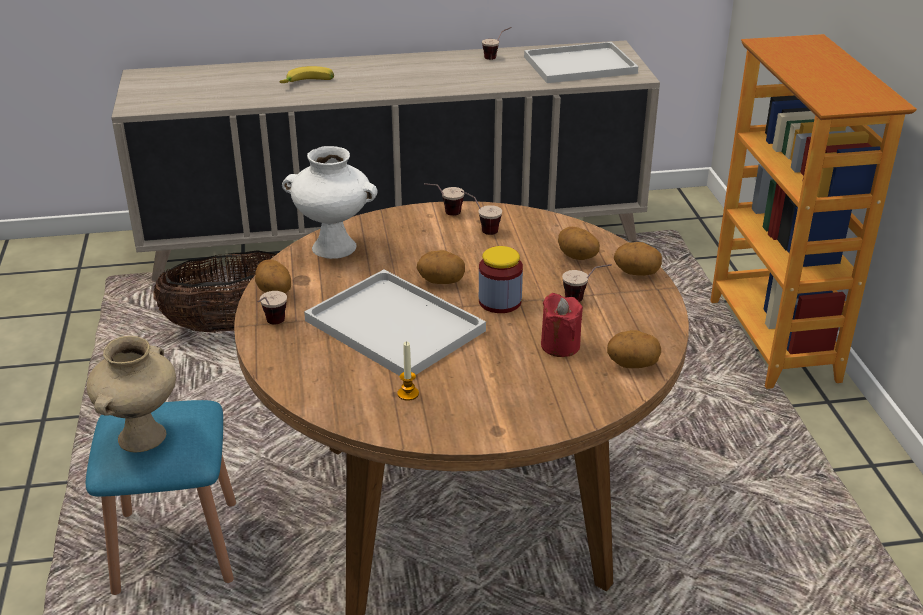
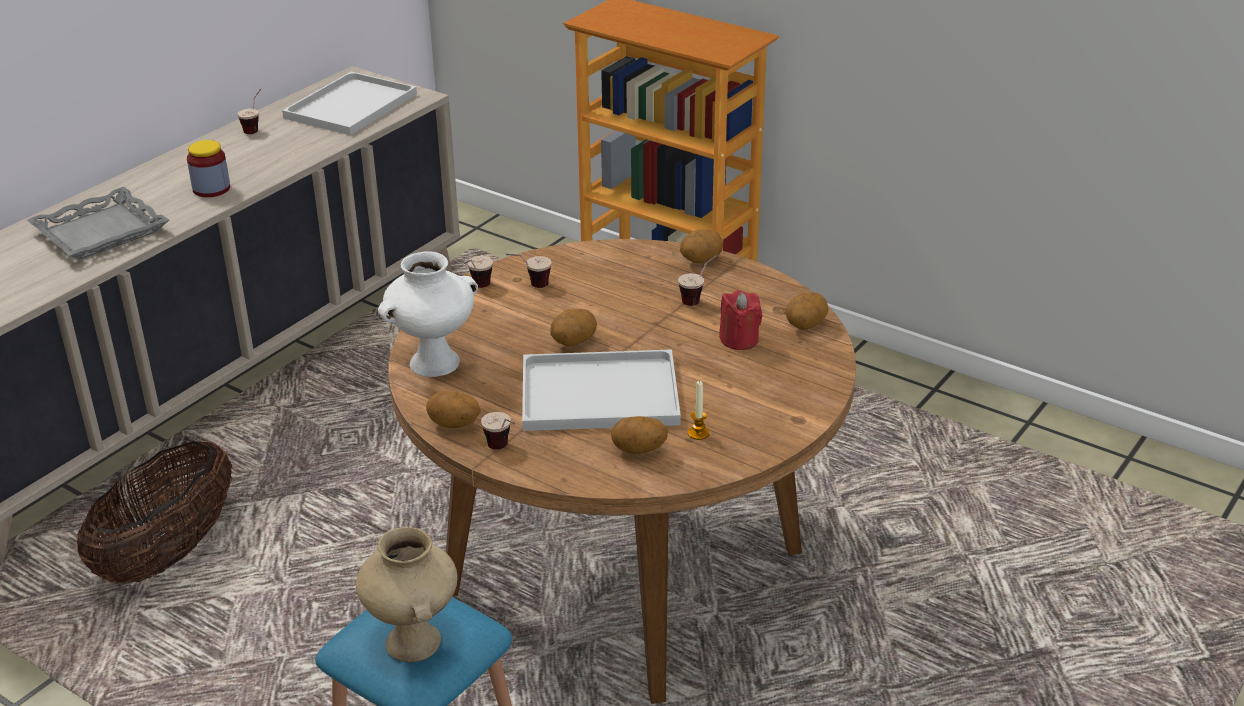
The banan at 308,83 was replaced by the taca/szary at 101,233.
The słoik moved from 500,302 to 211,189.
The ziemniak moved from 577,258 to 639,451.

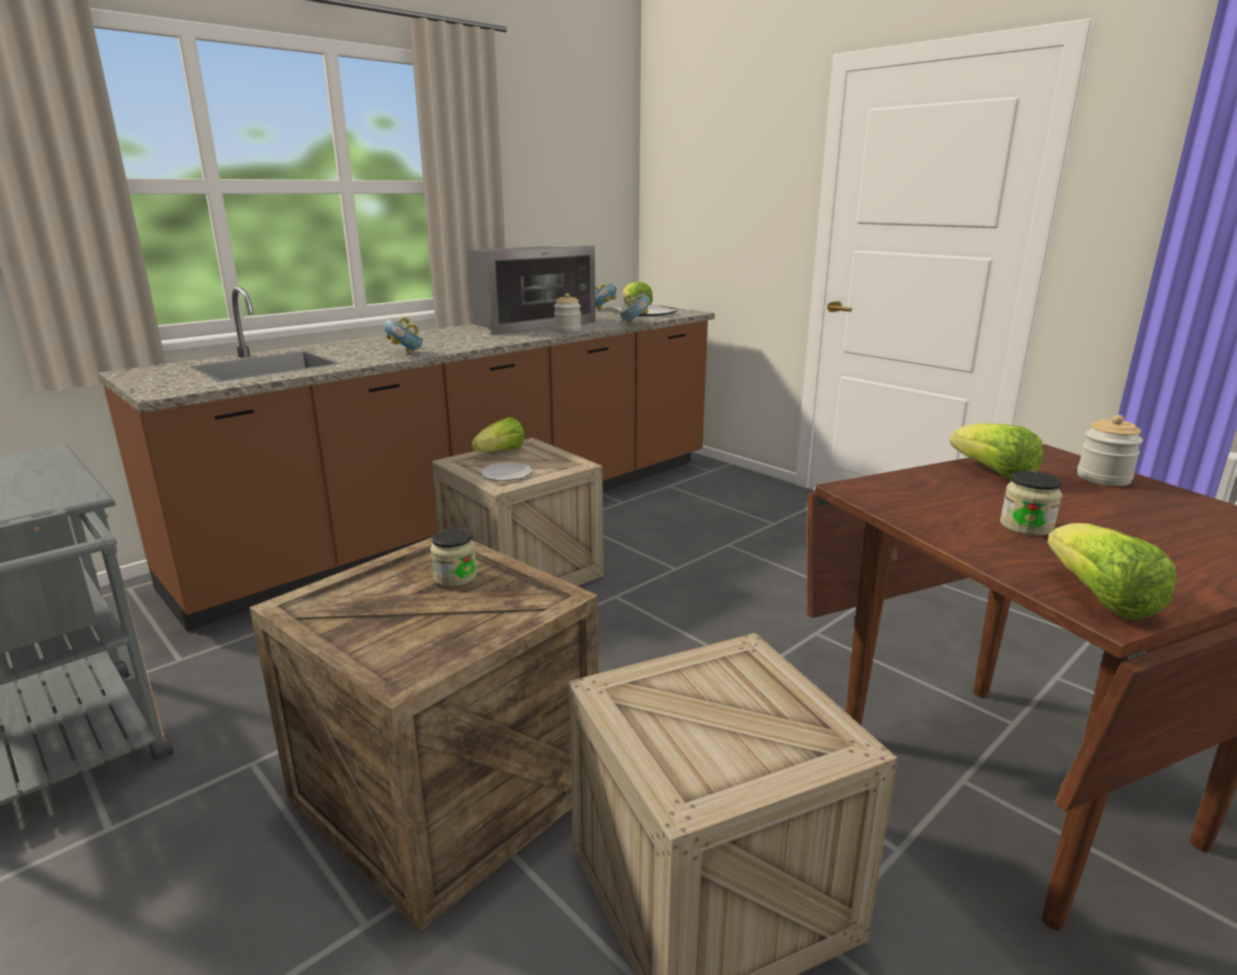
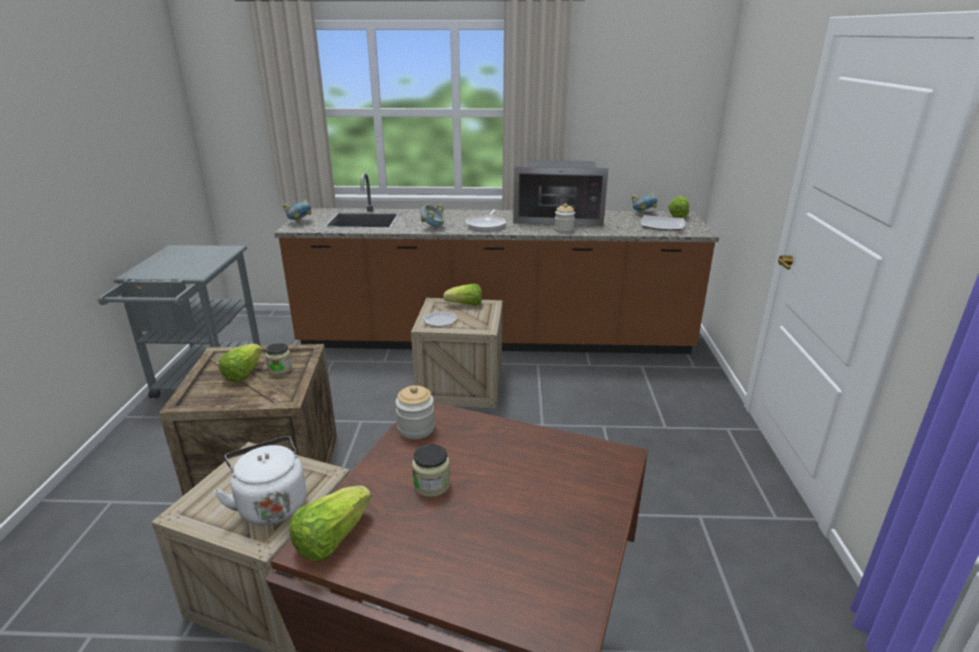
The czajnik/biały at 271,504 appeared.
The sałata moved from 993,473 to 243,373.
The miska moved from 634,323 to 300,222.
The słoik moved from 1103,478 to 416,429.
The patelnia at 486,225 appeared.

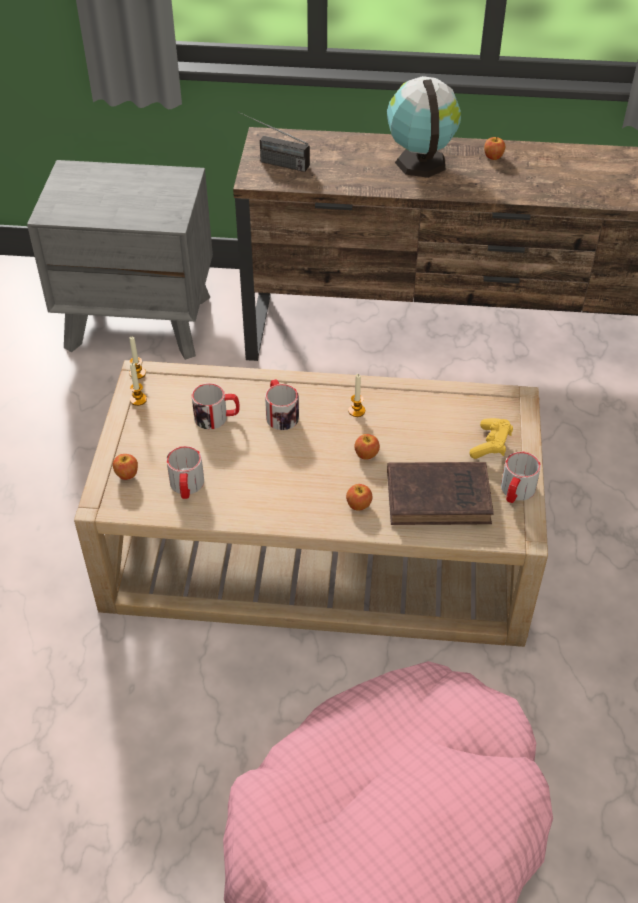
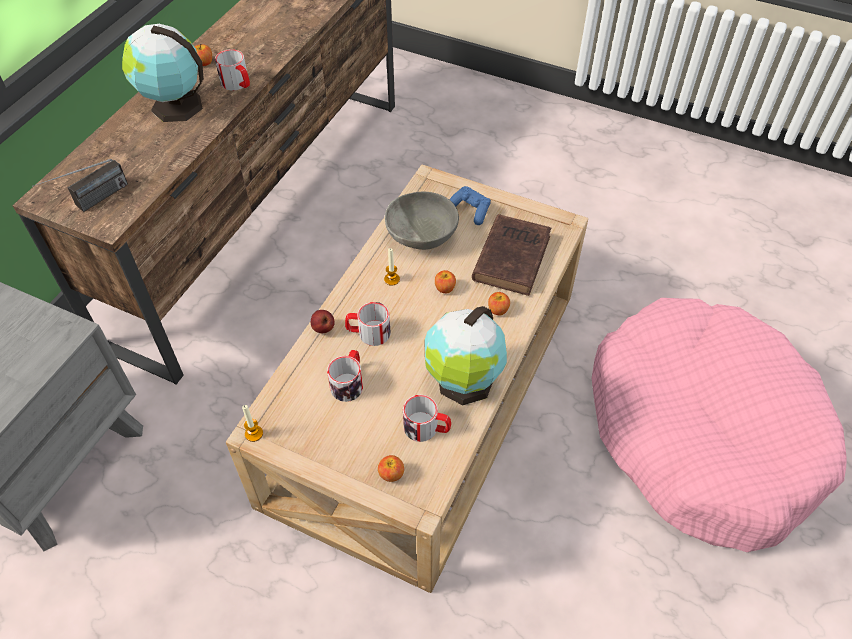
The kubek moved from 515,492 to 238,84.
The jabłko at 323,328 appeared.
The miska/szary at 422,235 appeared.
The globus at 463,383 appeared.
The pad do gier/żółty at 491,445 became the pad do gier/niebieski at 470,210.
The świeca at 138,399 disappeared.

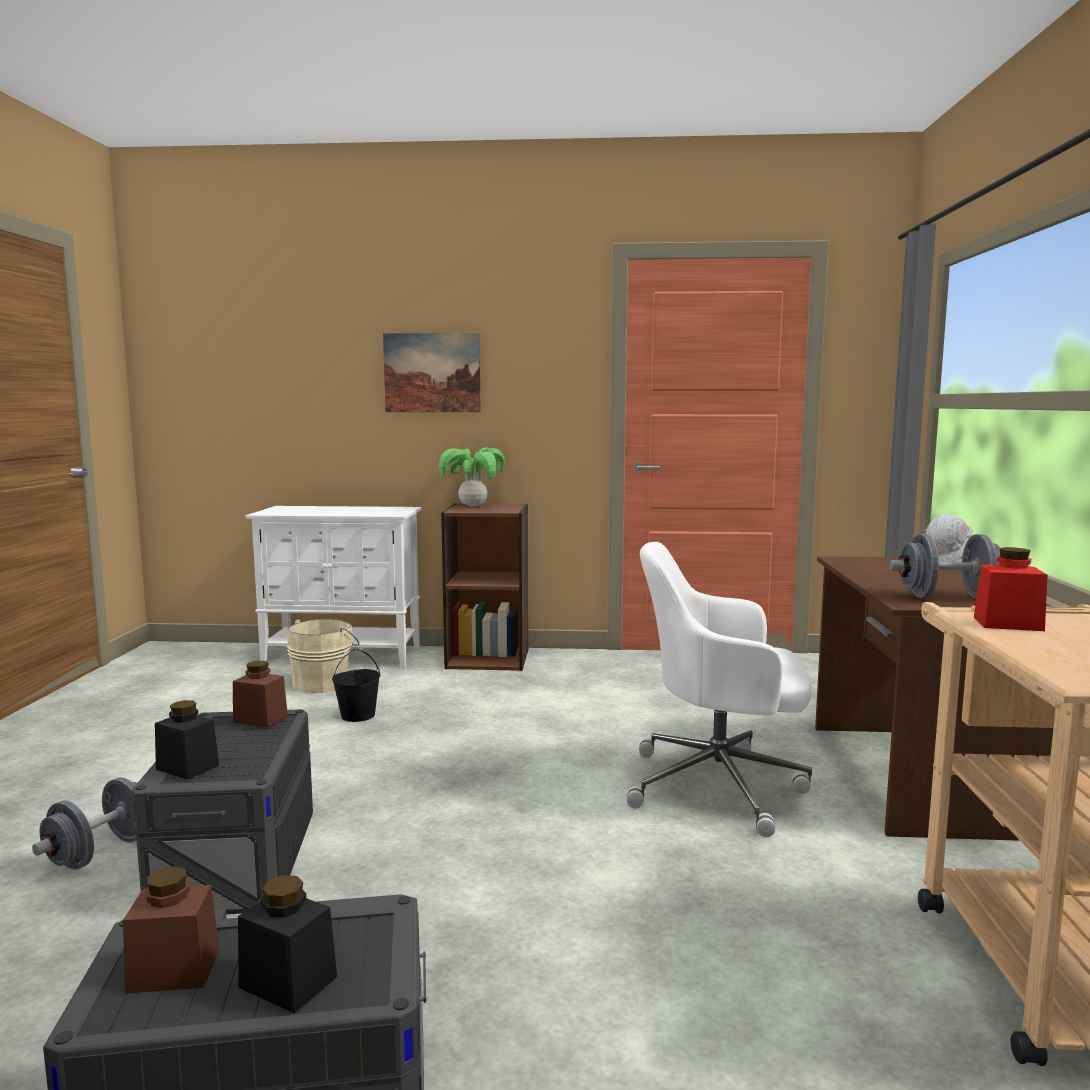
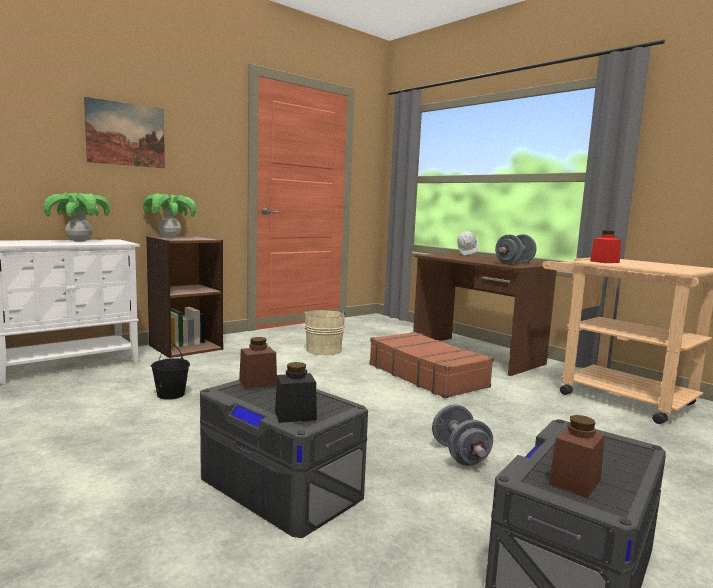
The roślina doniczkowa at 79,241 appeared.
The wiadro/beżowy moved from 324,683 to 323,350.
The krzesło biurowe/biały at 720,786 was replaced by the walizka/brązowy at 427,375.
The hantel/szary moved from 101,853 to 460,455.
The słoik/czarny at 288,982 disappeared.

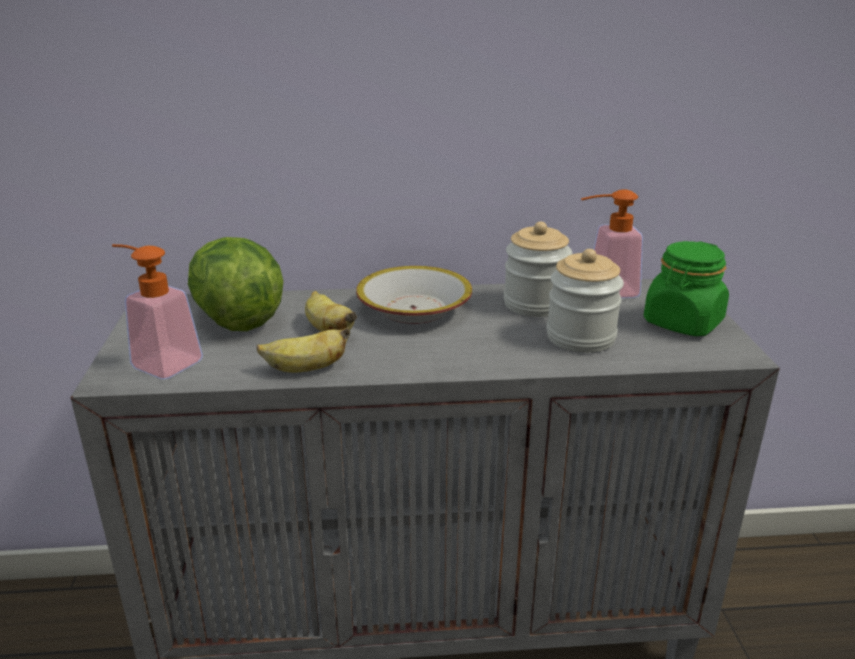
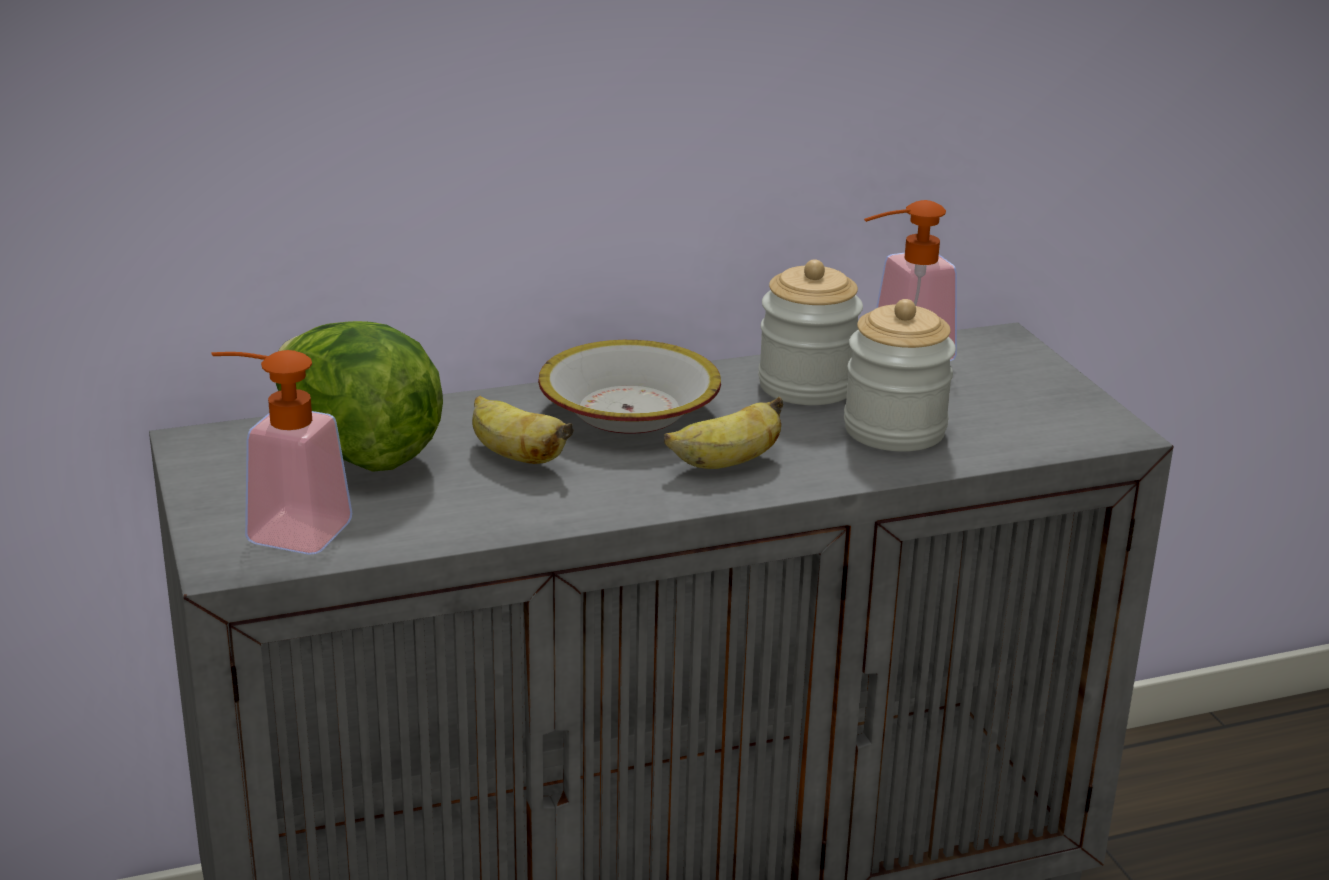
The banan moved from 305,369 to 726,463.
The słoik/zielony at 683,323 disappeared.

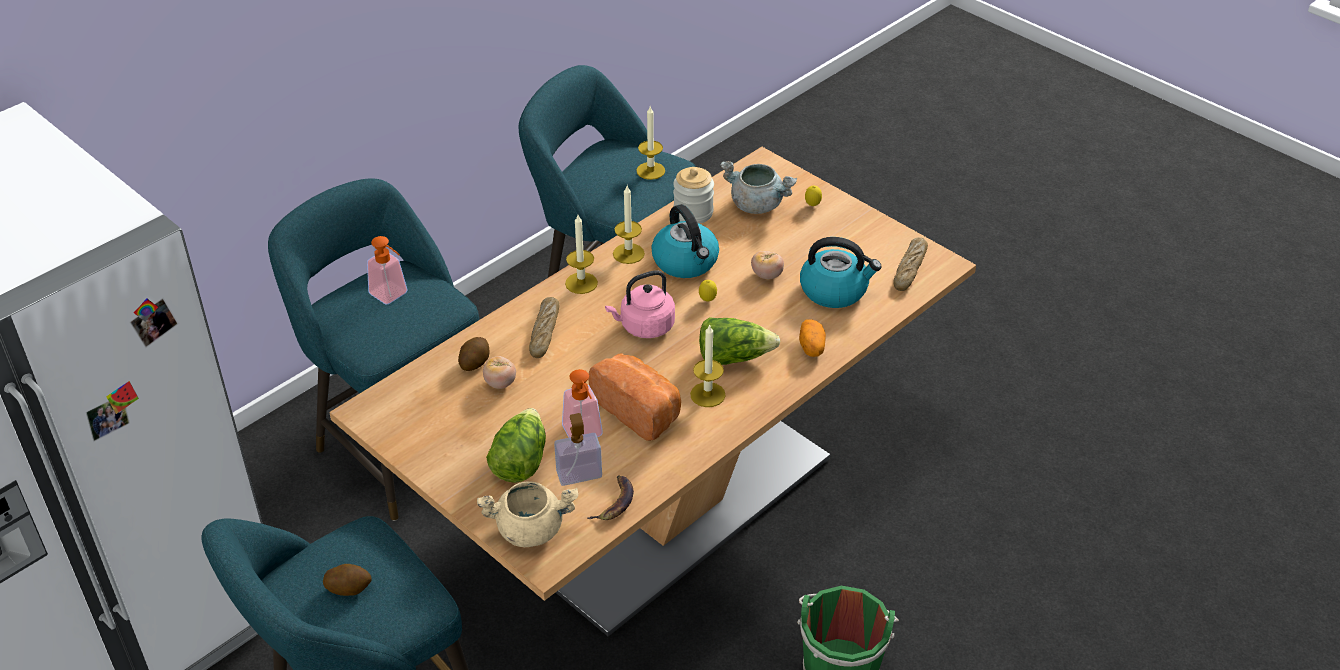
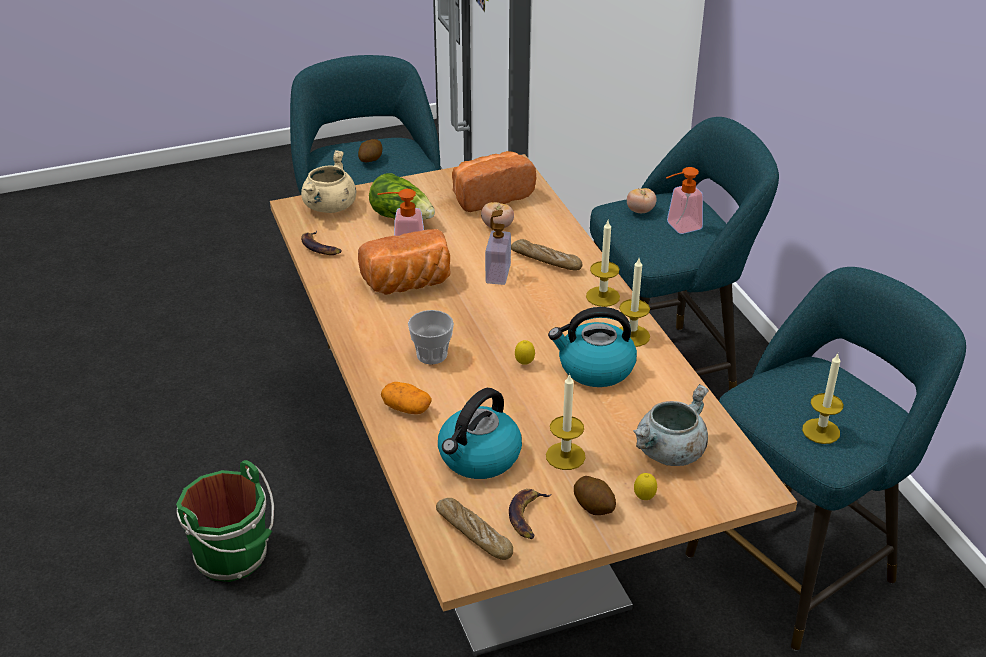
The sałata at 734,357 was replaced by the filiżanka at 431,355.
The chleb at 490,196 appeared.
The dozownik mydła moved from 579,474 to 498,274.
The banan at 528,516 appeared.
The świeca moved from 707,394 to 565,456.
The ziemniak moved from 474,362 to 594,506.
The pomidor moved from 767,275 to 640,211.
The czajnik/różowy at 644,327 disappeared.
The słoik at 693,212 disappeared.

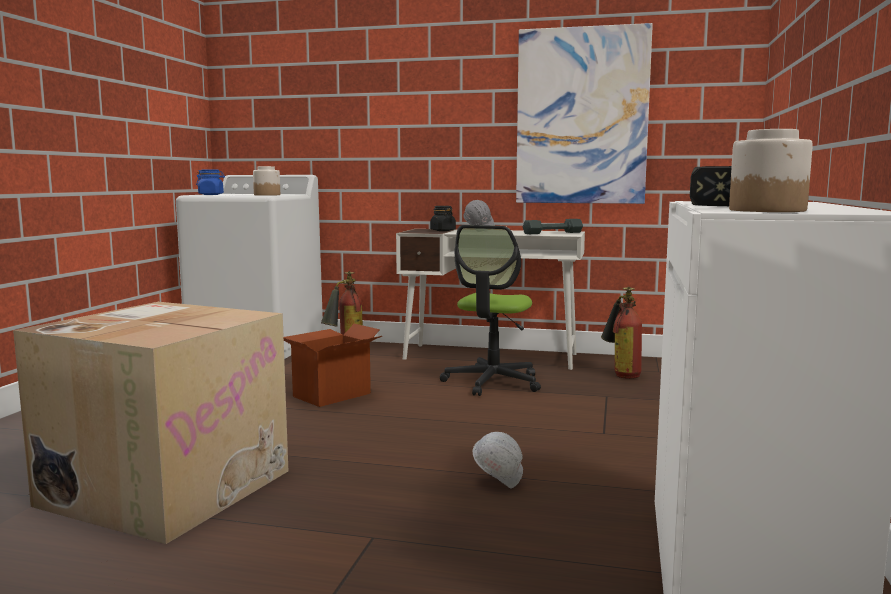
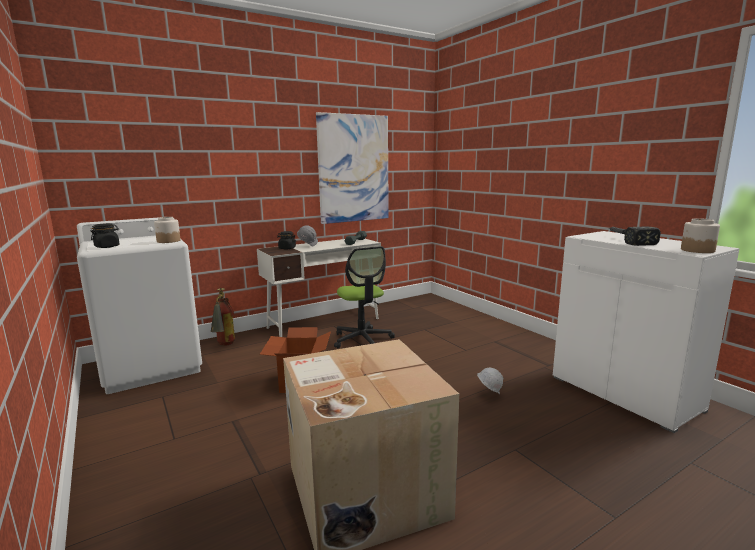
The słoik/niebieski at 211,194 became the słoik/czarny at 107,246.
The gaśnica at 621,373 disappeared.

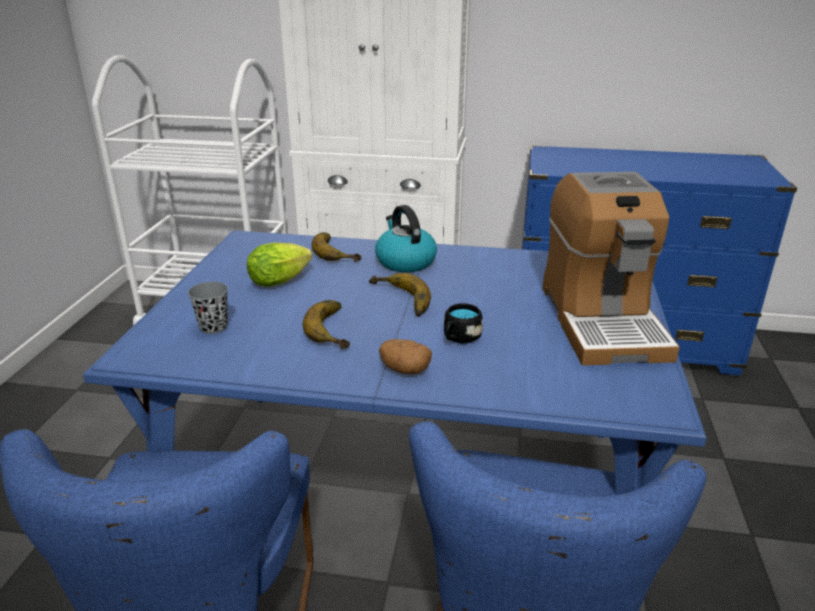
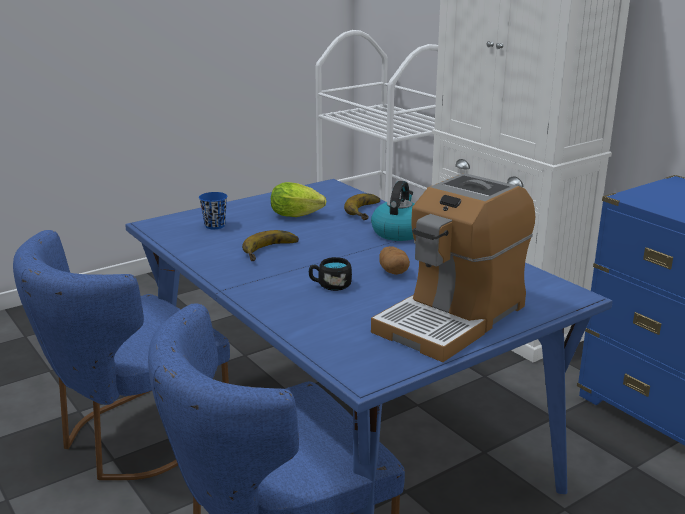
The filiżanka/szary at 213,327 became the filiżanka/niebieski at 215,226.
The ziemniak moved from 405,370 to 393,271.
The banan at 399,300 disappeared.

